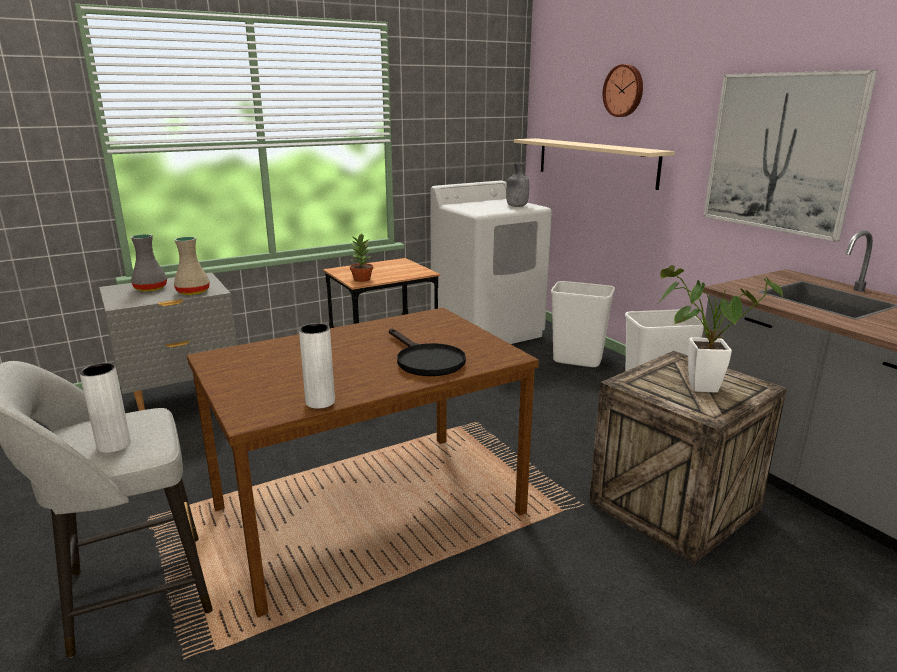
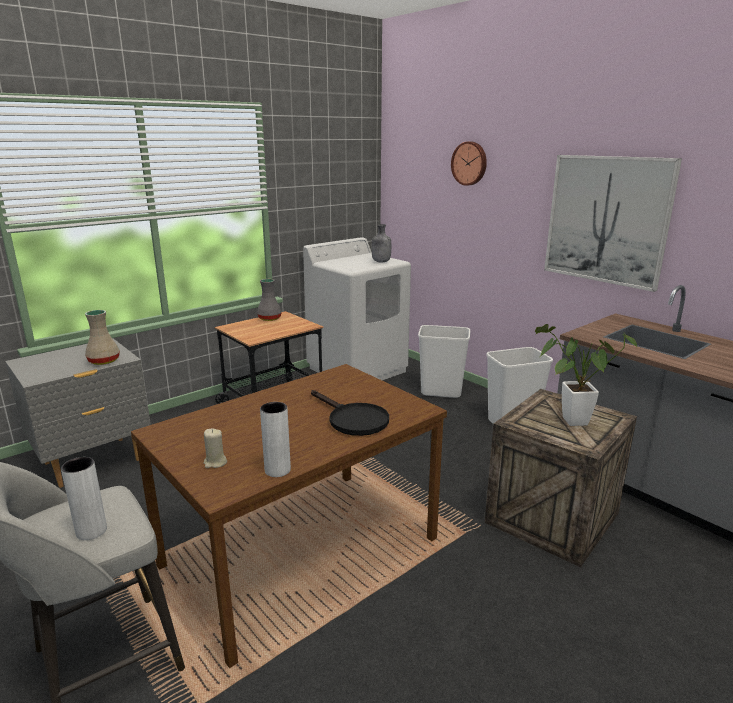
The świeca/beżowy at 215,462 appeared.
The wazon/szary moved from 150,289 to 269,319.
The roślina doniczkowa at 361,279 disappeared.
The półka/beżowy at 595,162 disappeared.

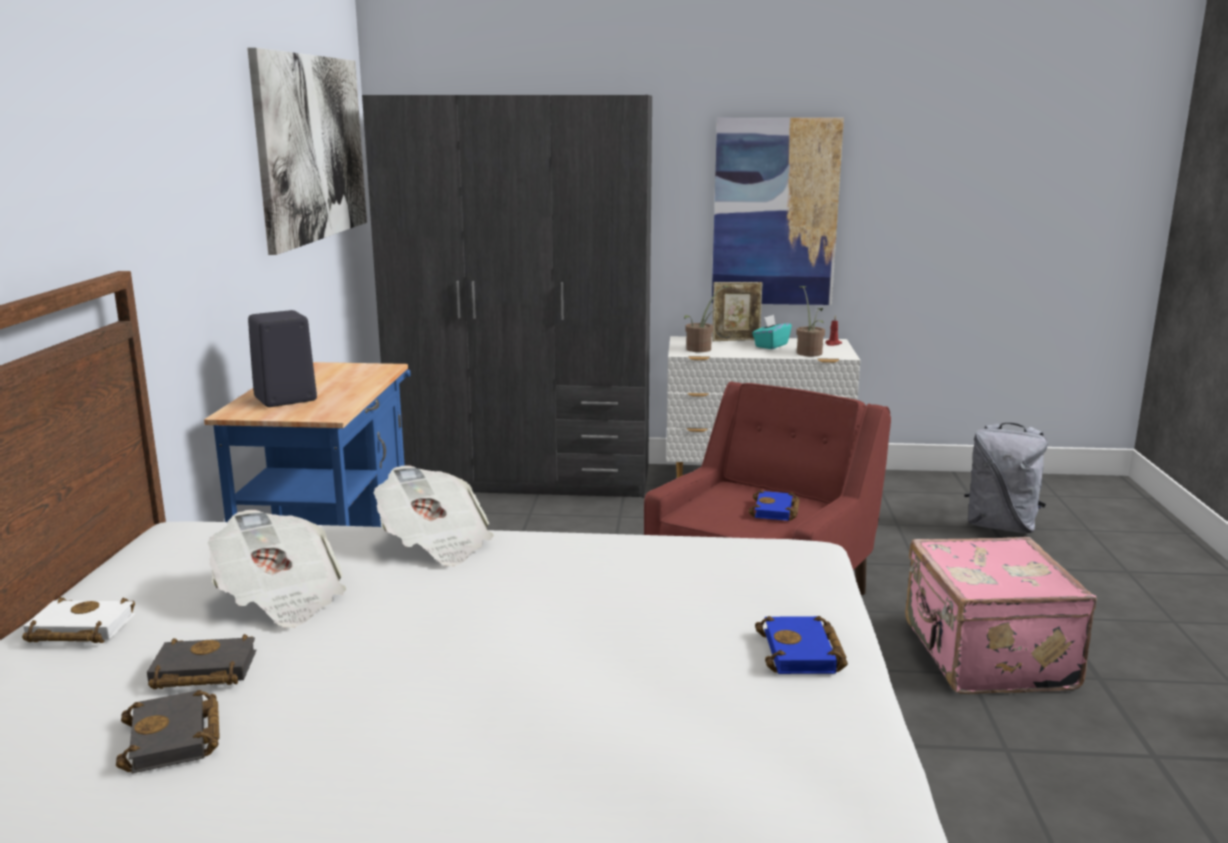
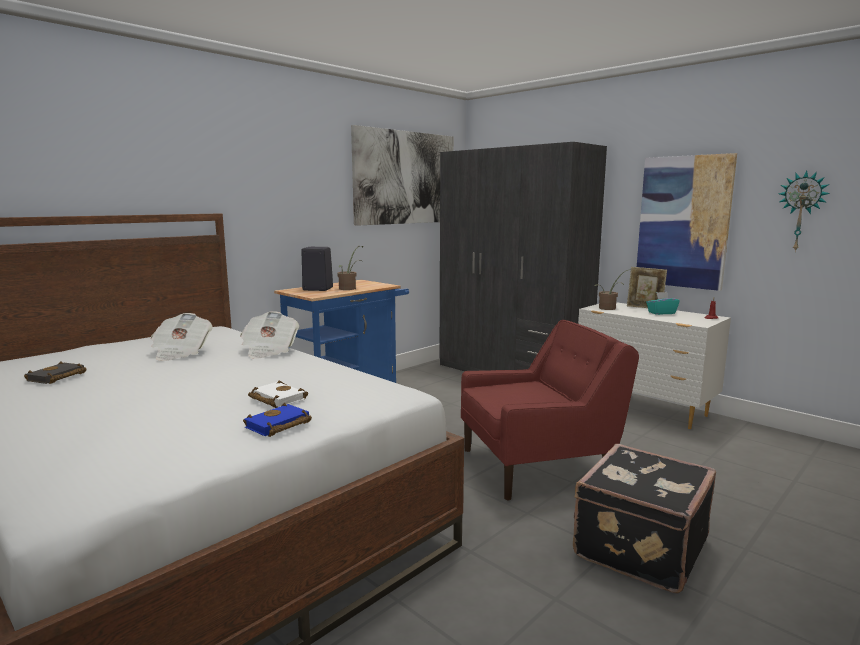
The książka/biały moved from 77,630 to 275,399.
The roślina doniczkowa moved from 809,352 to 349,288.
The walizka/różowy at 985,657 became the walizka/czarny at 638,547.
The zegar ścienny at 801,211 appeared.
The książka/czarny at 200,672 disappeared.
The książka/niebieski at 776,511 disappeared.
The plecak/szary at 1001,526 disappeared.

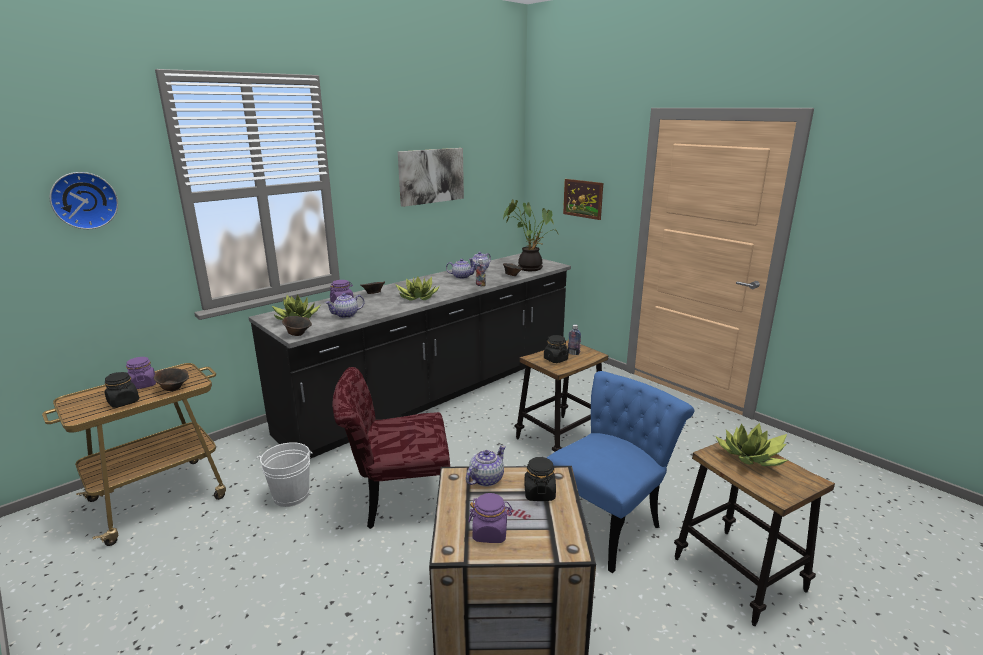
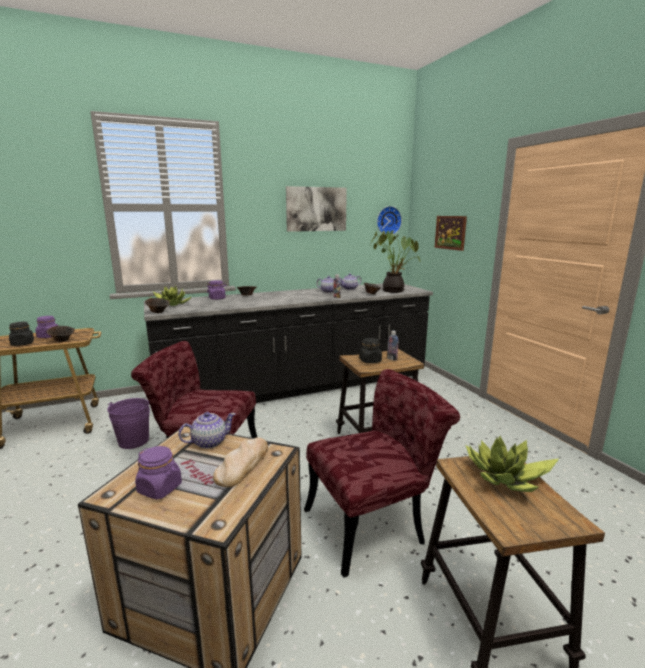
The wiadro/biały at 291,495 became the wiadro/fioletowy at 133,441.
The słoik/czarny at 539,493 was replaced by the chleb at 243,464.
The krzesło/niebieski at 607,520 became the krzesło/czerwony at 374,523.
The zegar ścienny moved from 84,200 to 388,221.
The imbryk at 346,315 disappeared.
The roślina doniczkowa at 416,297 disappeared.

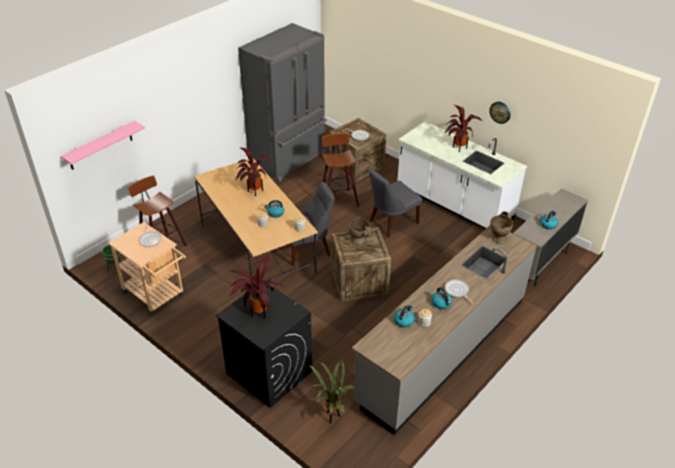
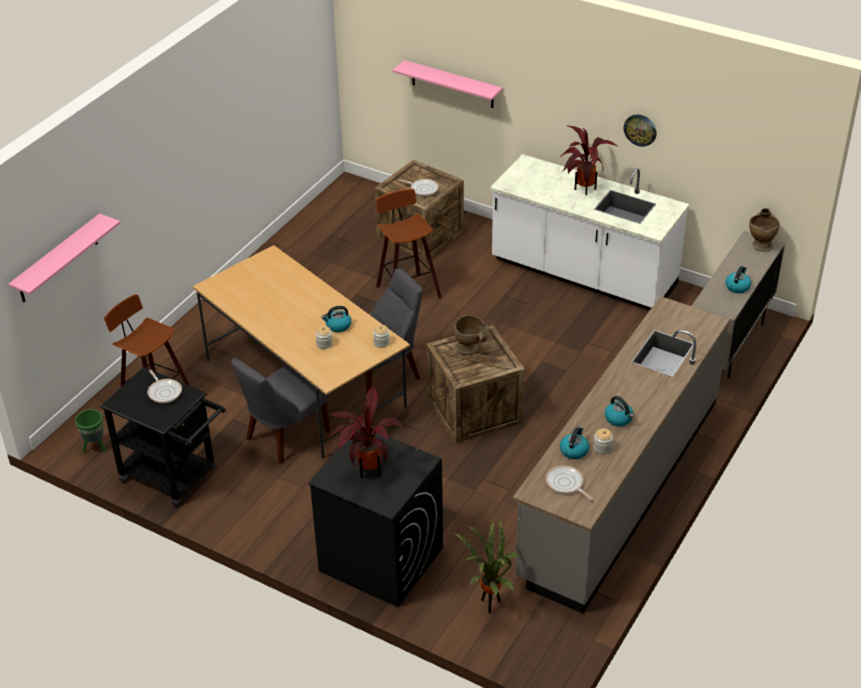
The wózek/beżowy at 157,295 became the wózek/czarny at 175,477.
The krzesło/szary moved from 391,223 to 284,437.
The półka/różowy at 452,84 appeared.
The patelnia moved from 457,291 to 566,484.
The wazon/beżowy moved from 499,237 to 760,243.
The roślina doniczkowa at 253,191 disappeared.
The lodówka/szary at 289,159 disappeared.

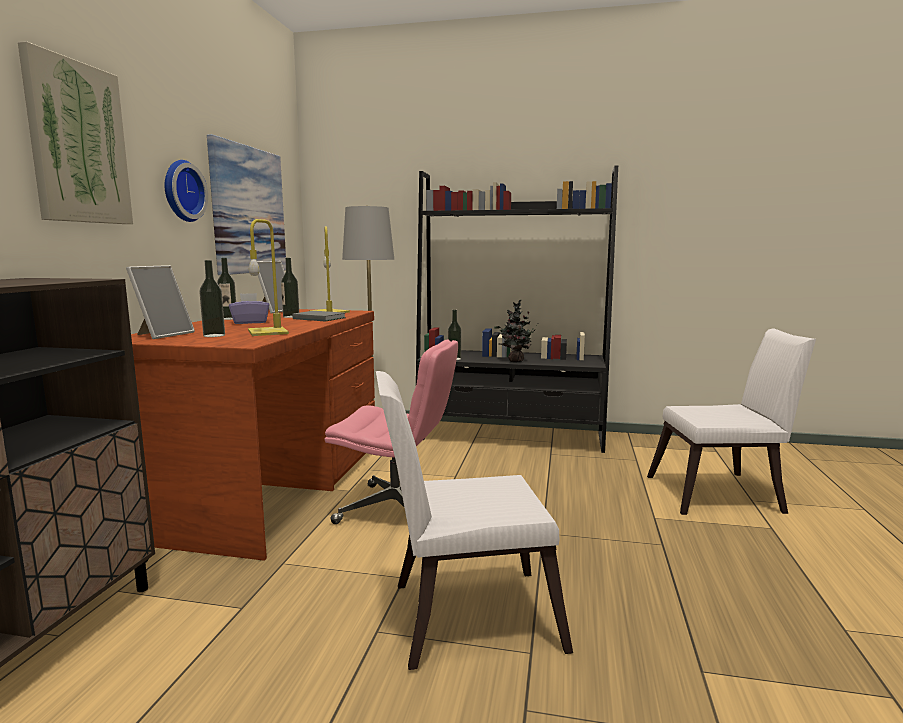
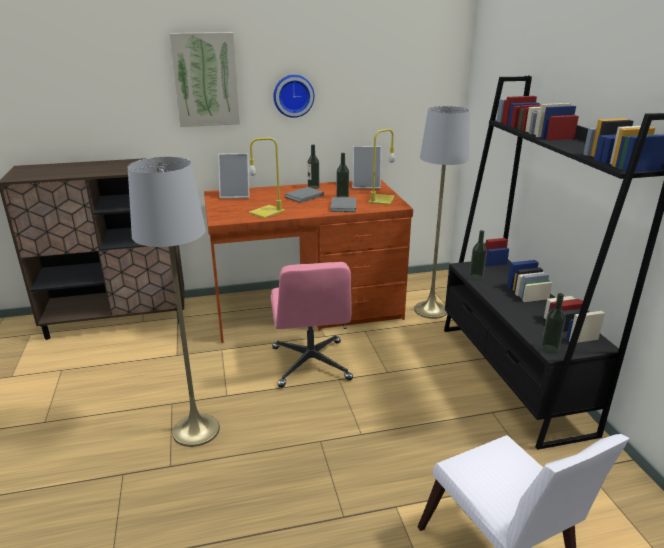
The krzesło/biały at 463,616 was replaced by the lampa stojąca/szary at 196,430.
The pudełko chusteczek/fioletowy at 250,322 was replaced by the książka/szary at 303,196.
The butelka moved from 214,335 to 549,349.
The obraz at 248,210 disappeared.
The roślina doniczkowa at 514,361 disappeared.

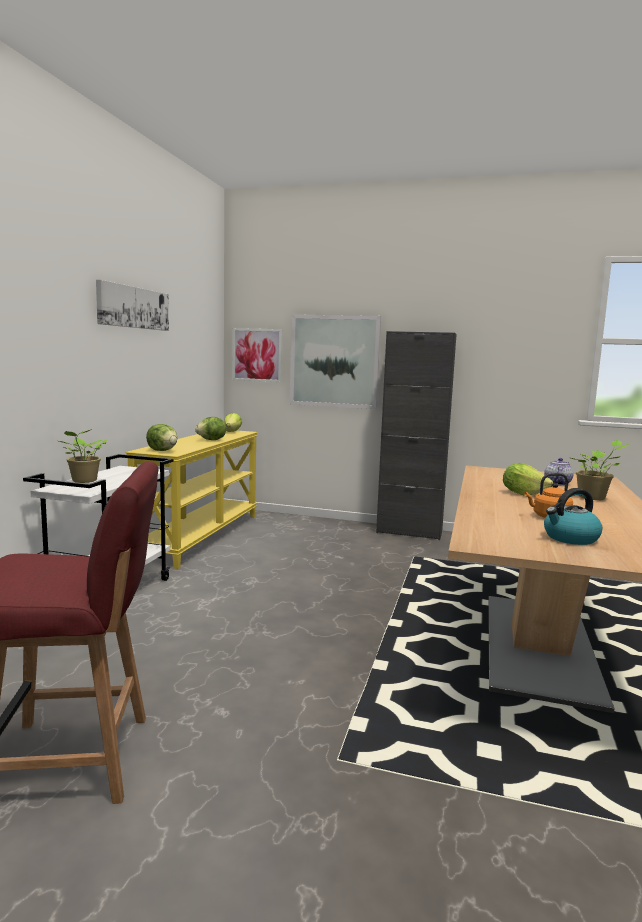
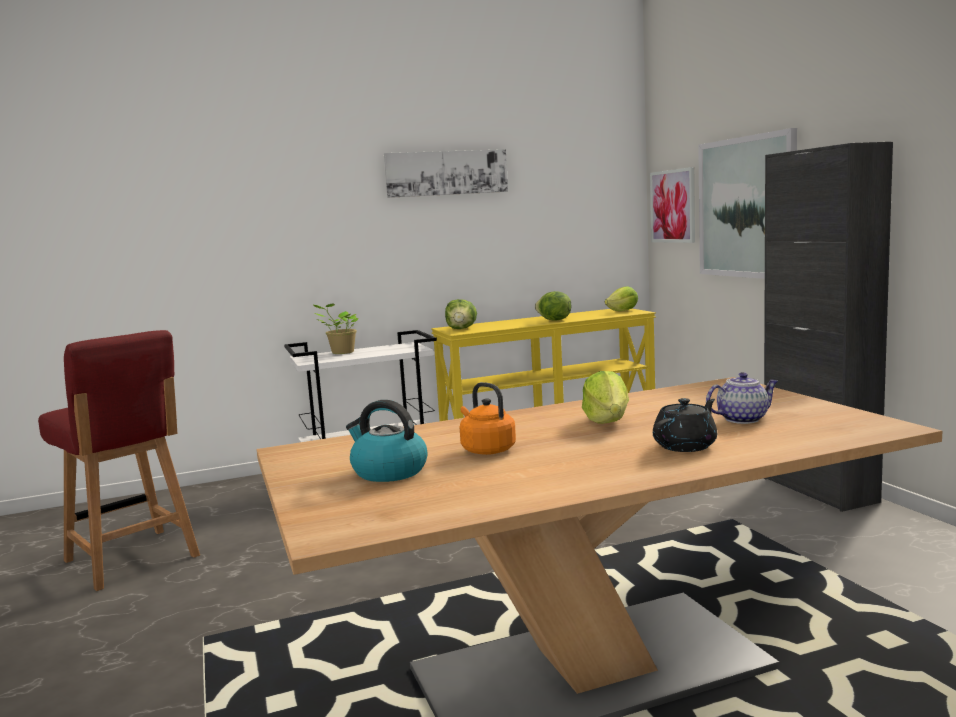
The roślina doniczkowa at 594,498 was replaced by the imbryk/czarny at 686,446.

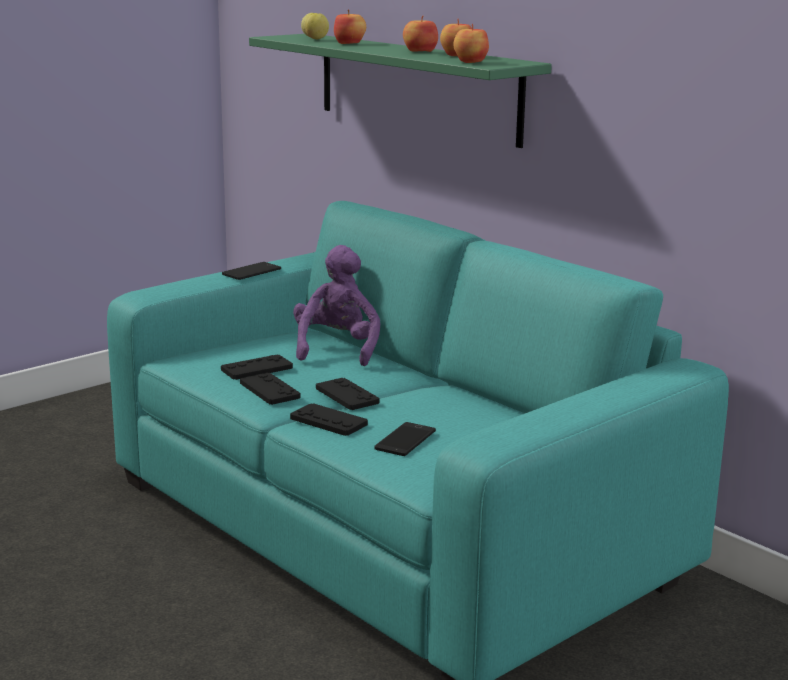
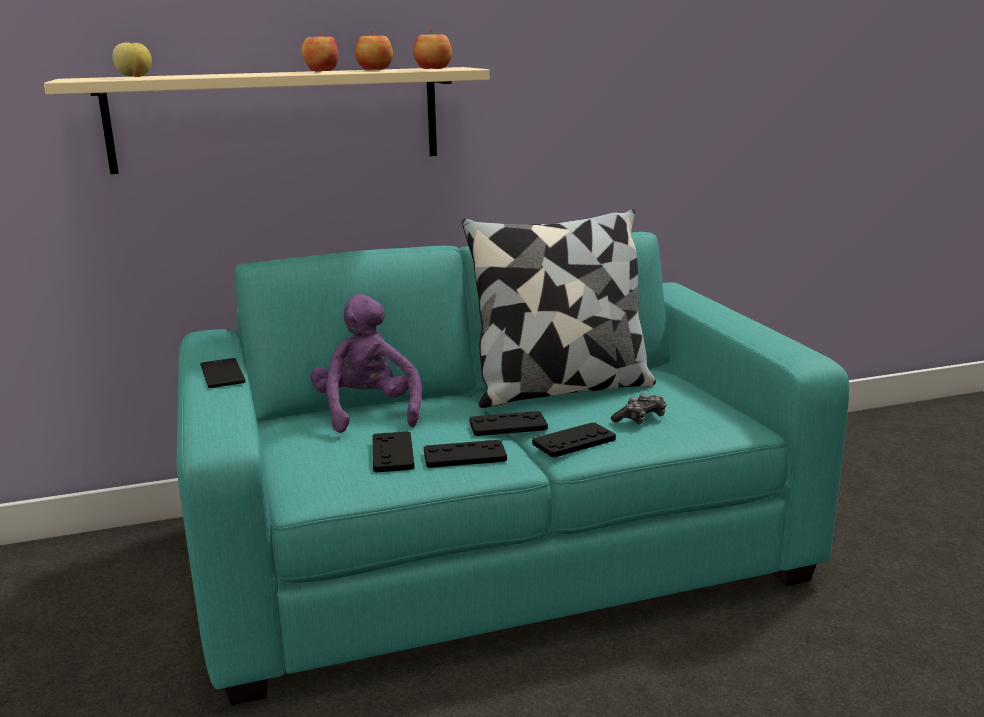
The półka/zielony at 417,87 became the półka/beżowy at 277,119.
The pluszak/fioletowy at 337,349 turned 45 degrees clockwise.
The poduszka at 561,388 appeared.
The telefon at 405,440 was replaced by the pad do gier at 640,419.
The jabłko at 350,43 disappeared.

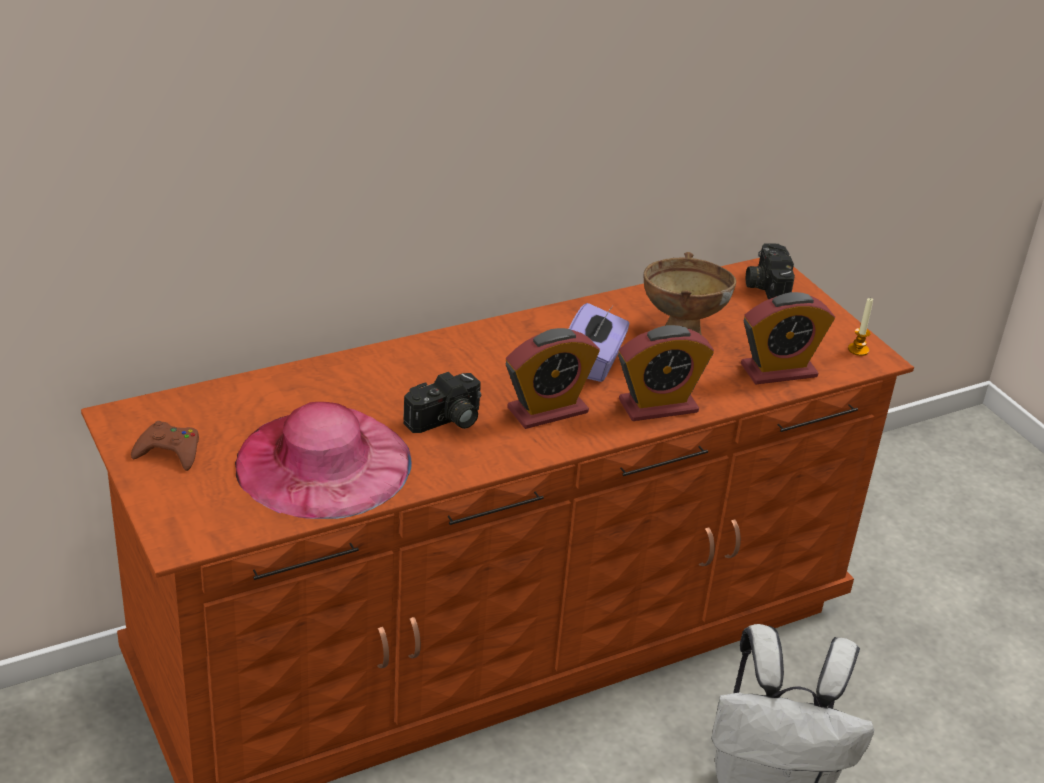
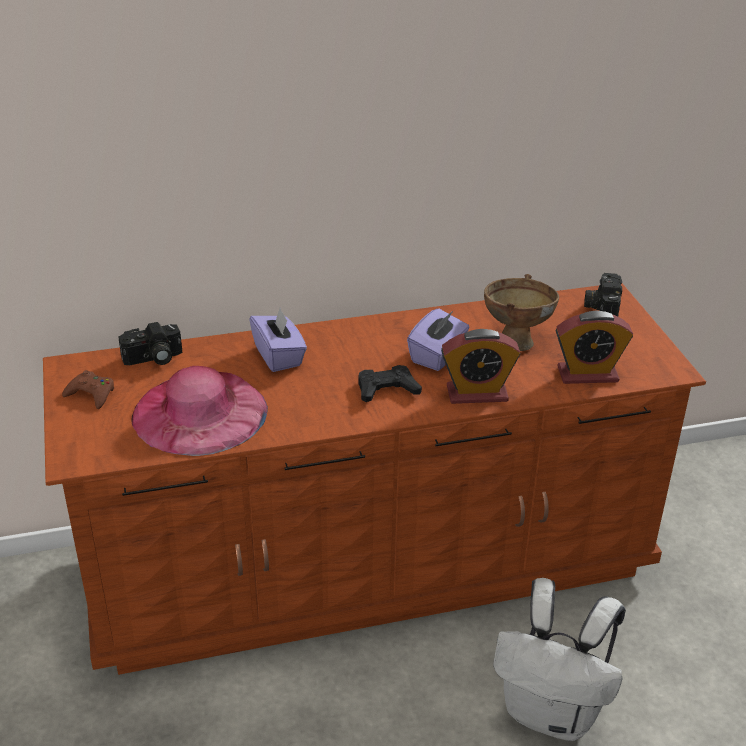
The aparat fotograficzny moved from 446,421 to 153,359.
The pudełko chusteczek/fioletowy at 279,356 appeared.
The budzik at 547,410 was replaced by the pad do gier/czarny at 387,389.
The świeca at 858,350 disappeared.

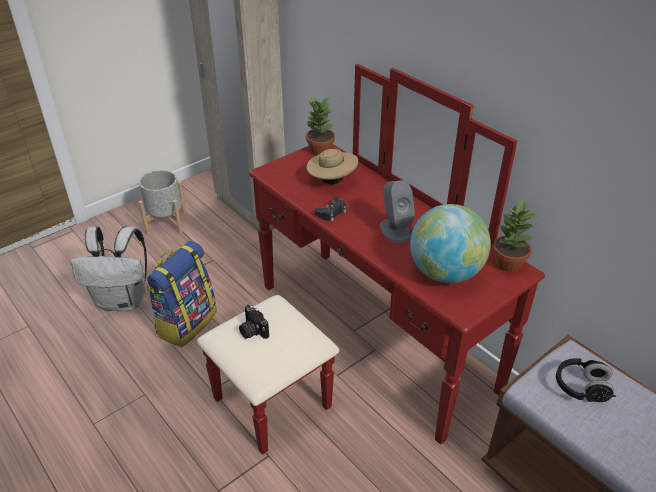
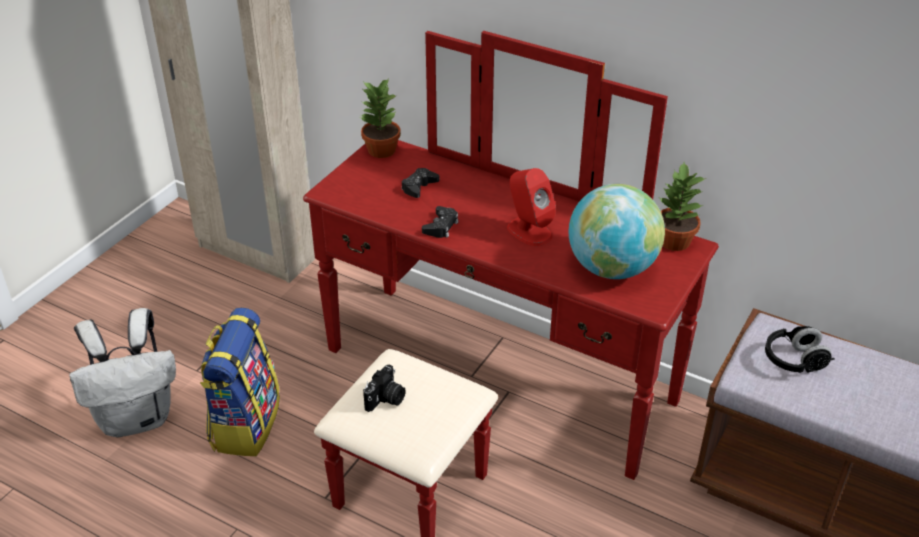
The aparat fotograficzny at 252,331 turned 90 degrees counterclockwise.
The kapelusz/beżowy at 332,181 was replaced by the pad do gier/czarny at 419,187.
The głośnik/szary at 395,230 became the głośnik/czerwony at 529,231.
The donica/szary at 166,222 disappeared.

